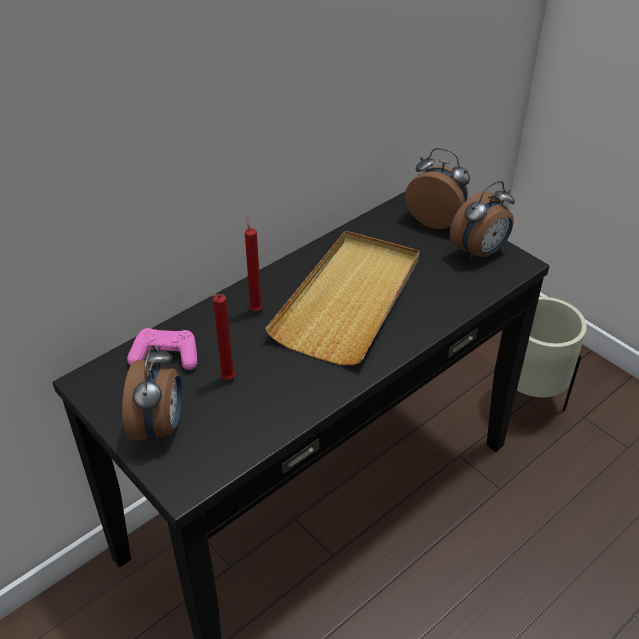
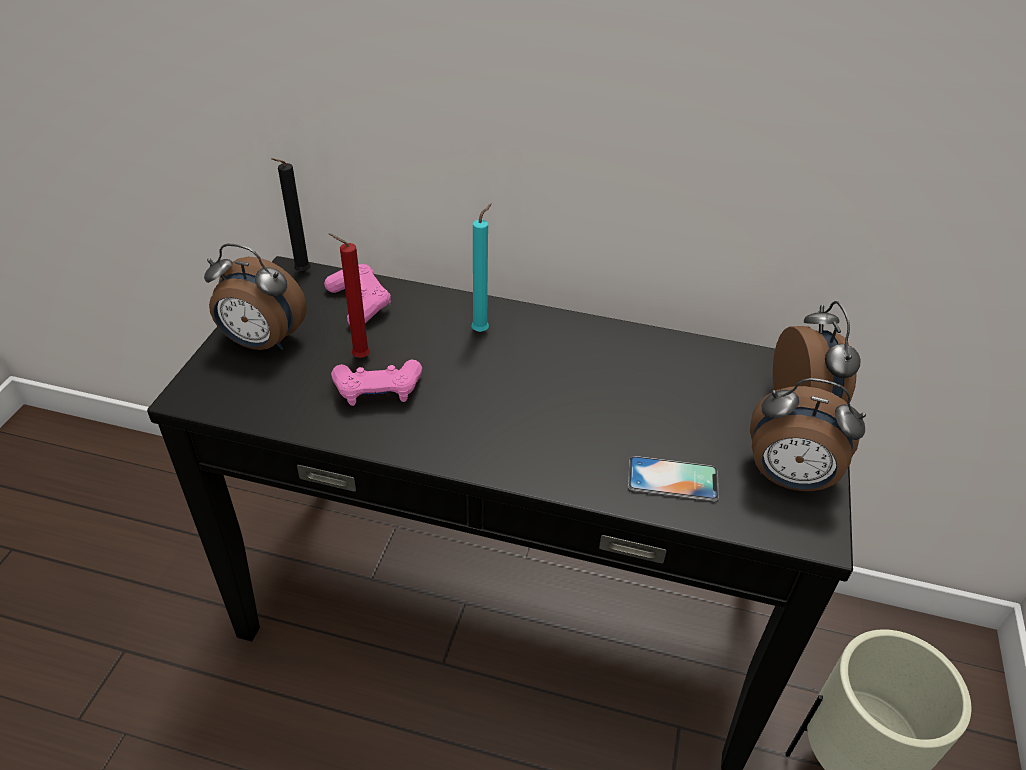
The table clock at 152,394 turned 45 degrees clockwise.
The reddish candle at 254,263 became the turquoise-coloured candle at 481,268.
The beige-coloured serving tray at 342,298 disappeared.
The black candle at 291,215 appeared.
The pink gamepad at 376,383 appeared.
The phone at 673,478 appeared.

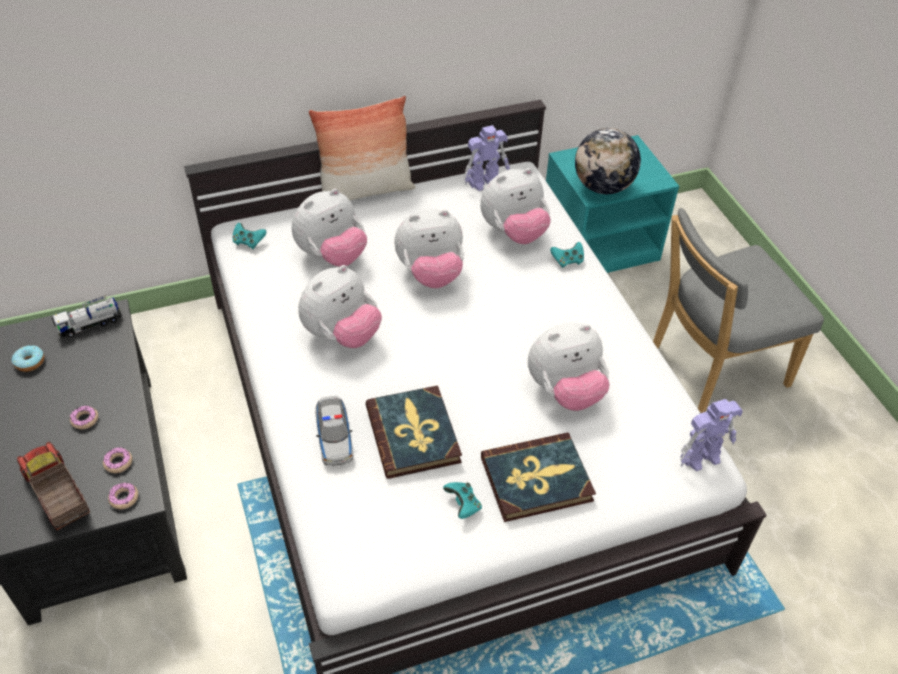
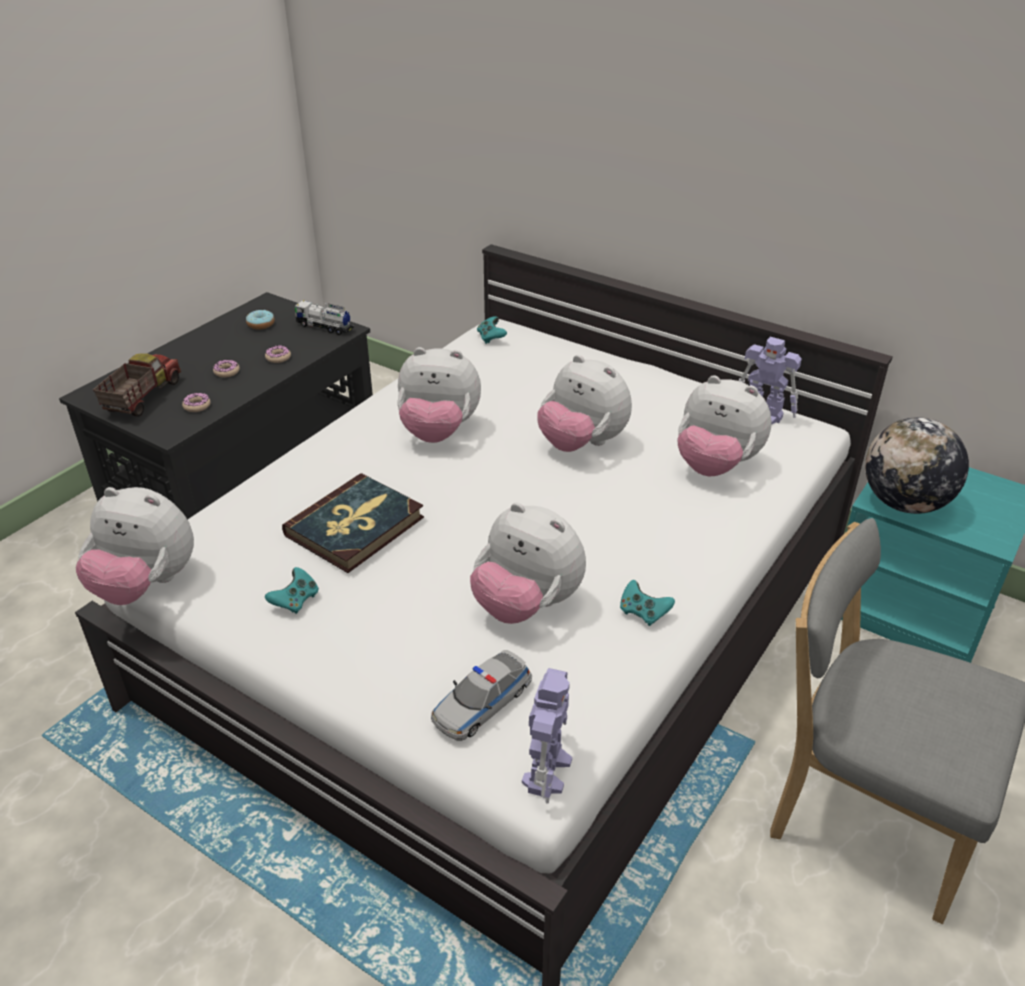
The doughnut moved from 123,496 to 278,354.
The soft toy moved from 329,227 to 135,546.
The cushion at 362,148 disappeared.
The miniature car moved from 334,431 to 481,695.
The volume at 538,477 disappeared.
The turquoise-coloured gamepad moved from 567,255 to 647,603.
The model robot at 711,435 turned 105 degrees counterclockwise.

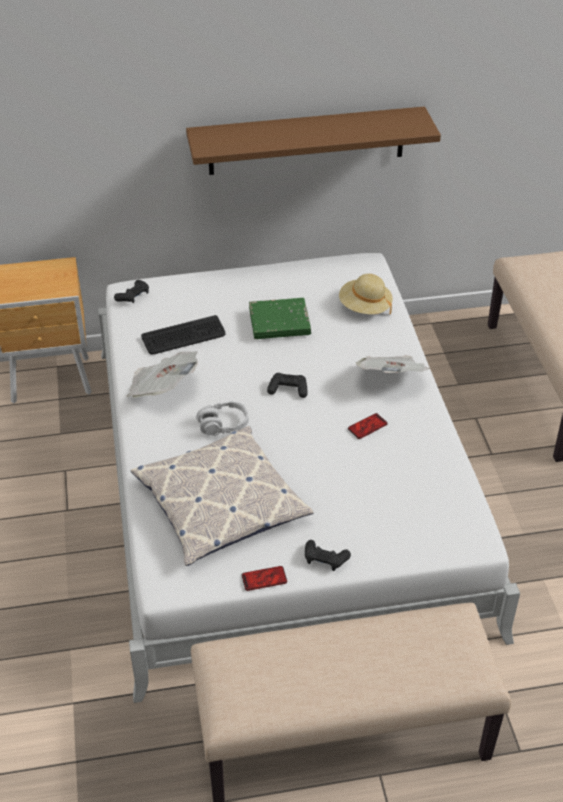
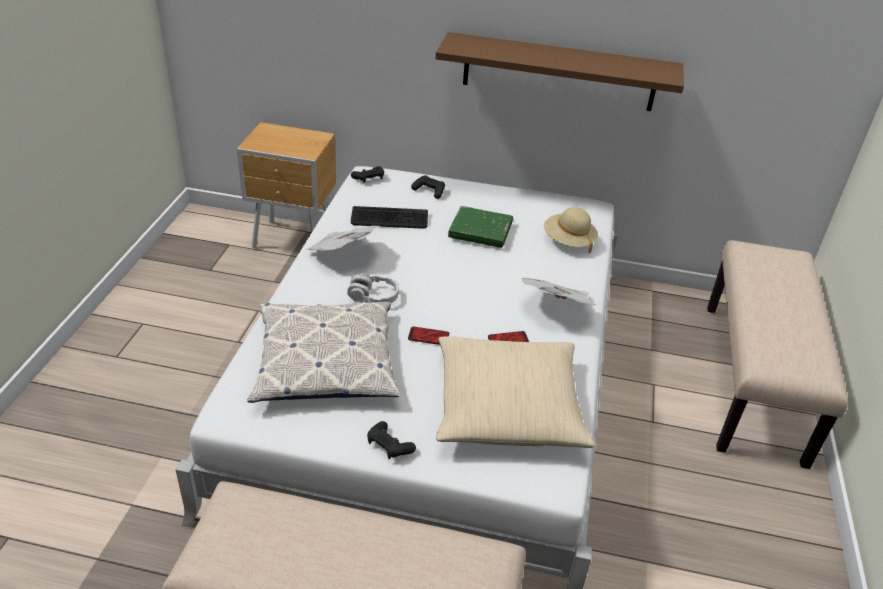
The phone moved from 264,578 to 428,335.
The black gamepad moved from 287,385 to 428,187.
The beige-coloured cushion at 515,392 appeared.

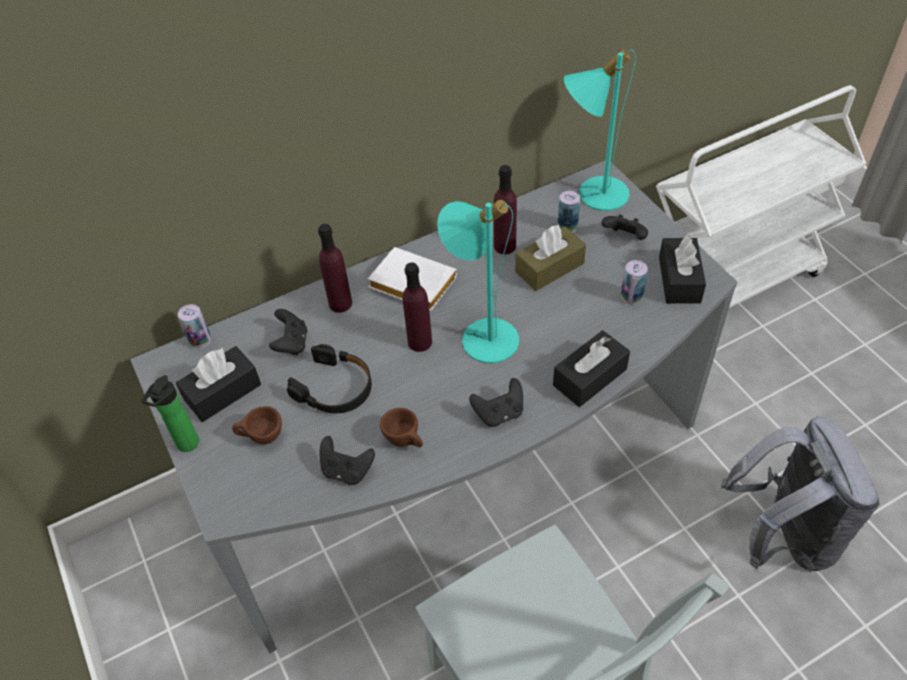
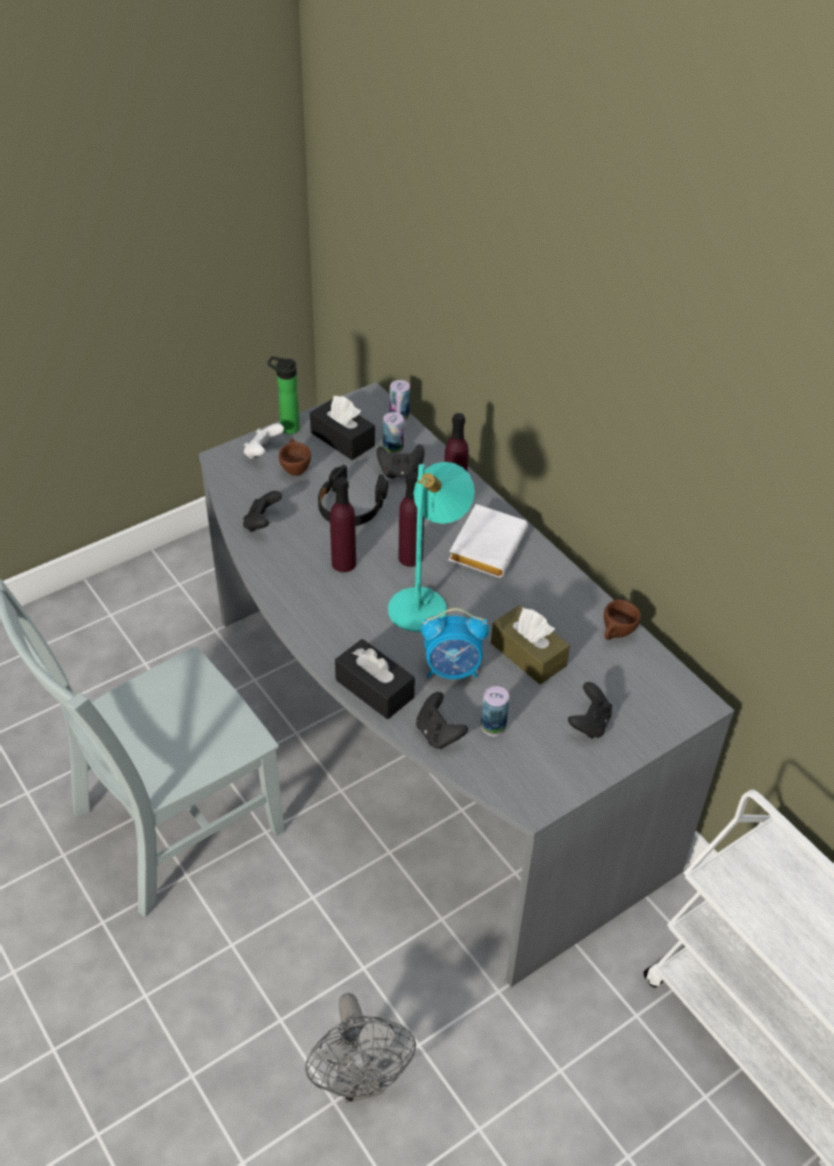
The brown-coloured drinking cup moved from 401,427 to 622,620.
The black gamepad moved from 496,402 to 442,720.
The purple-coloured bottle moved from 505,209 to 343,524.
The sealed can moved from 568,212 to 393,433.
The turquoise-coloured table lamp at 600,130 disappeared.
The black tissue holder at 682,269 disappeared.
The greyish backpack at 800,494 was replaced by the greyish cooling fan at 360,1048.
The white gamepad at 264,441 appeared.
The table clock at 455,643 appeared.

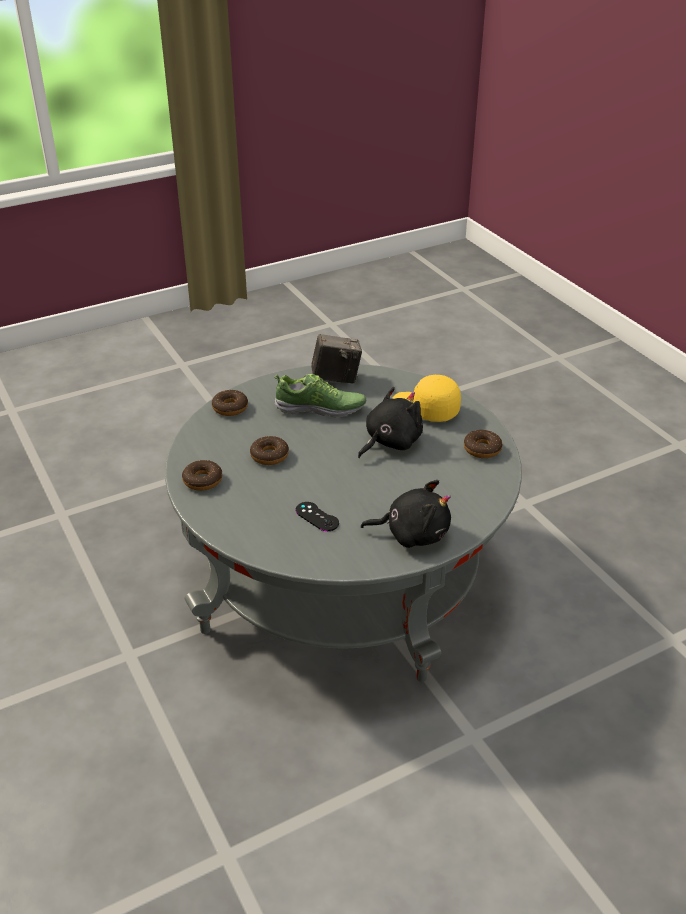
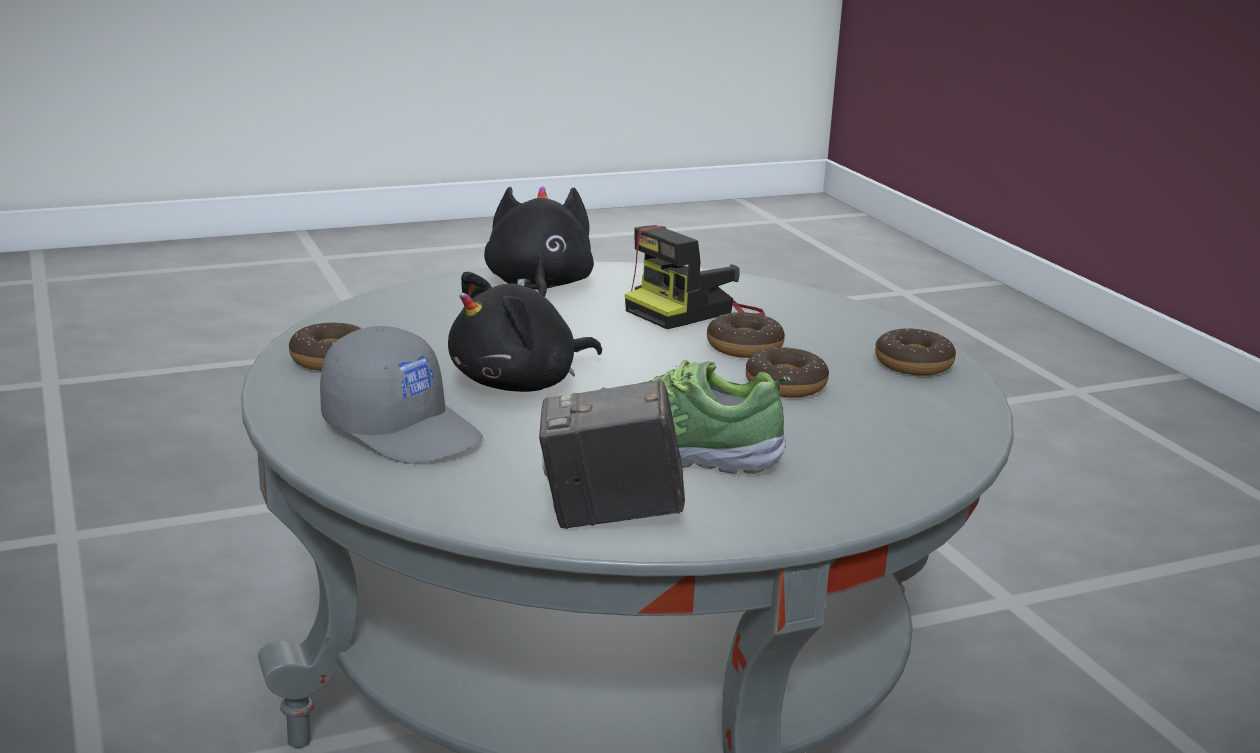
The doughnut moved from 230,403 to 746,335.
The black gamepad at 317,516 was replaced by the photo camera at 695,277.
The black soft toy at 406,514 turned 75 degrees clockwise.
The yellowish cap at 426,398 became the greyish cap at 401,395.

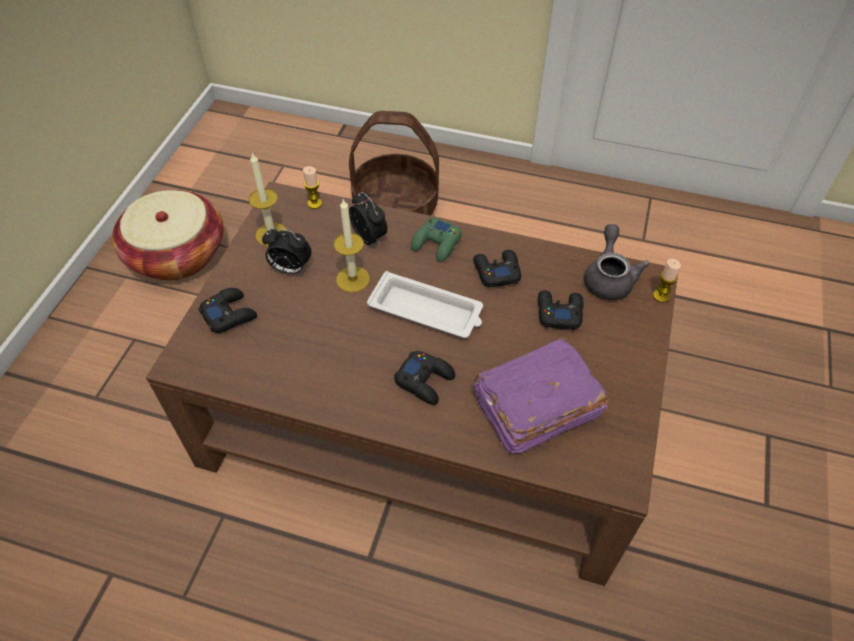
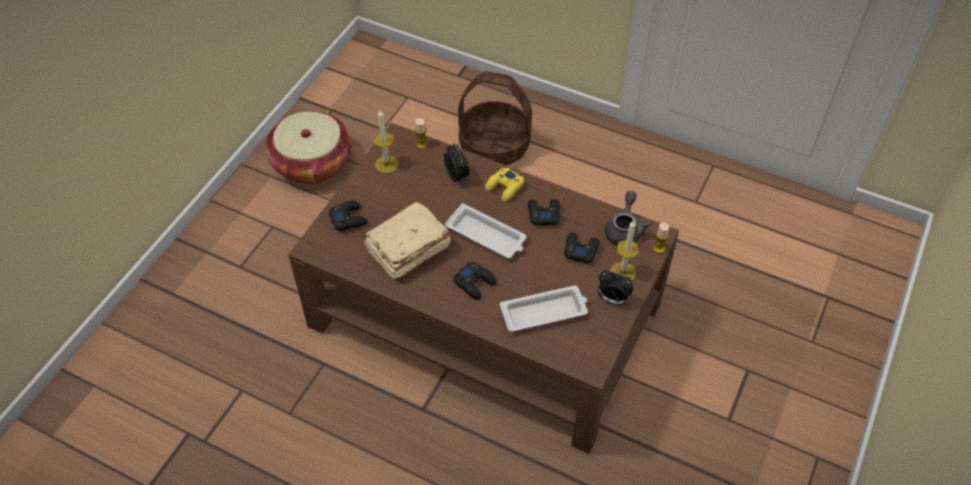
The table clock moved from 287,251 to 615,287.
The candle moved from 352,245 to 625,250.
The green-coloured gamepad at 436,239 became the yellowish gamepad at 504,184.
The purple-coloured volume at 540,395 was replaced by the white serving tray at 544,309.
The beige-coloured volume at 407,240 appeared.

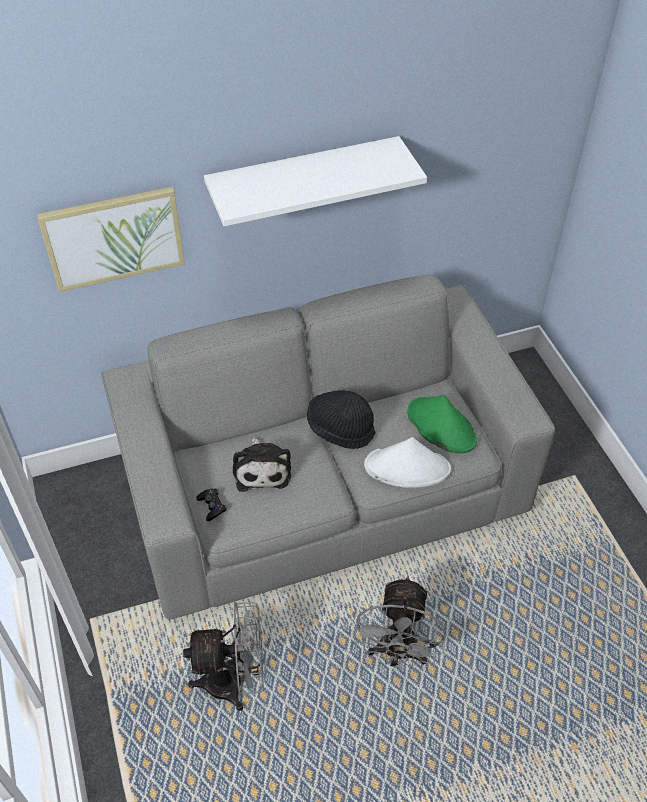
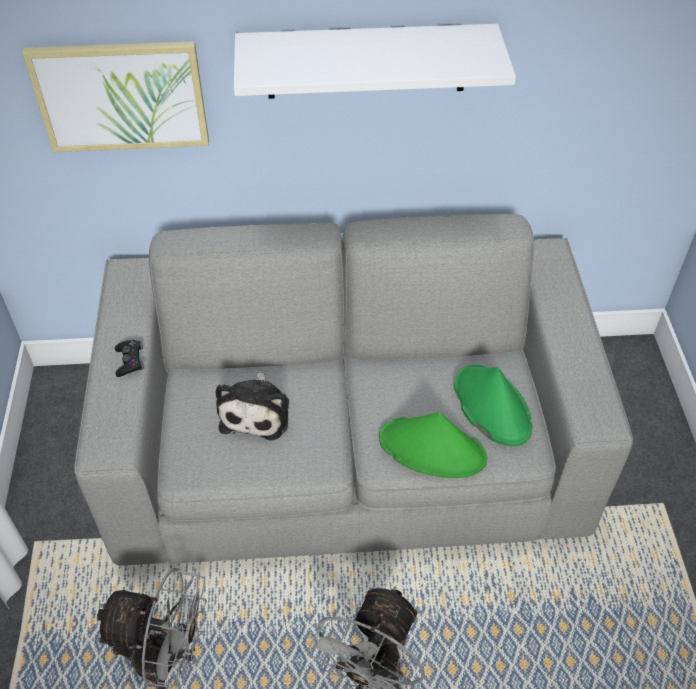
The black gamepad moved from 211,504 to 129,358.
The black clothing hat at 341,419 disappeared.
The white clothing hat at 407,462 became the green-coloured clothing hat at 433,445.

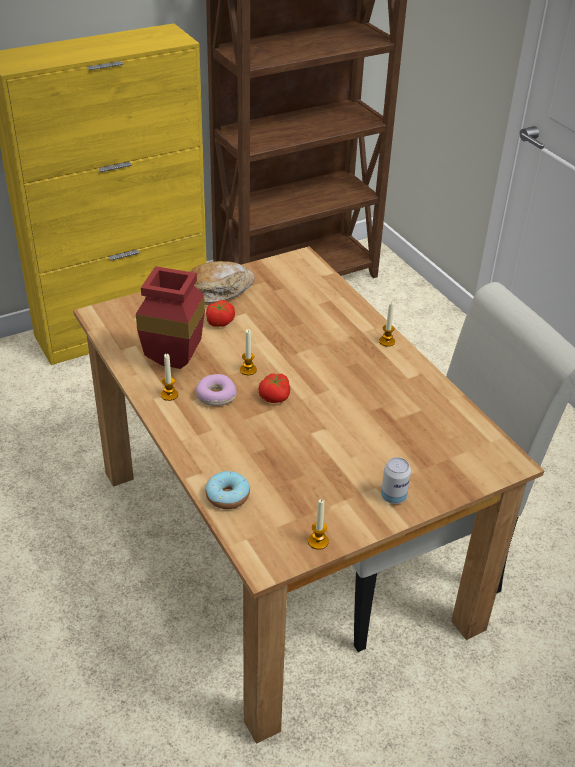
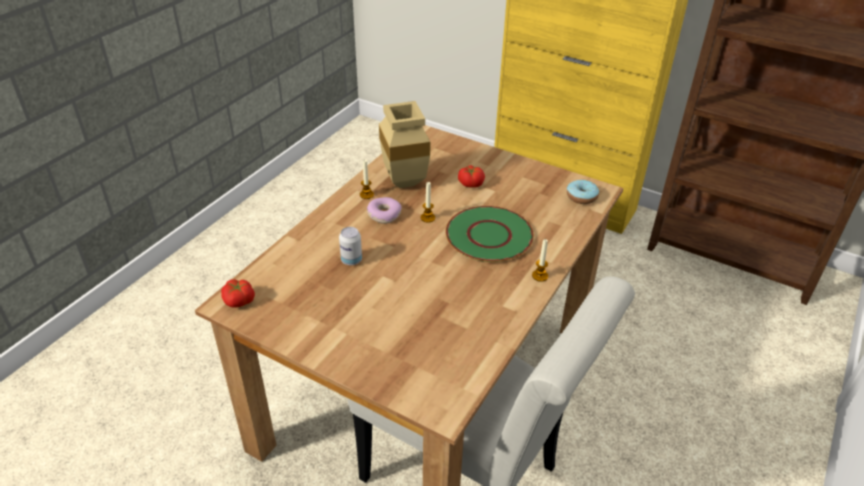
The reddish decorative vase at 170,317 became the beige-coloured decorative vase at 404,144.
The bakery bread at 222,283 disappeared.
The doughnut moved from 228,490 to 583,191.
The whole tomato moved from 274,388 to 238,293.
The candle at 318,524 disappeared.
The sealed can moved from 396,480 to 350,246.
The green-coloured dinner plate at 490,234 appeared.

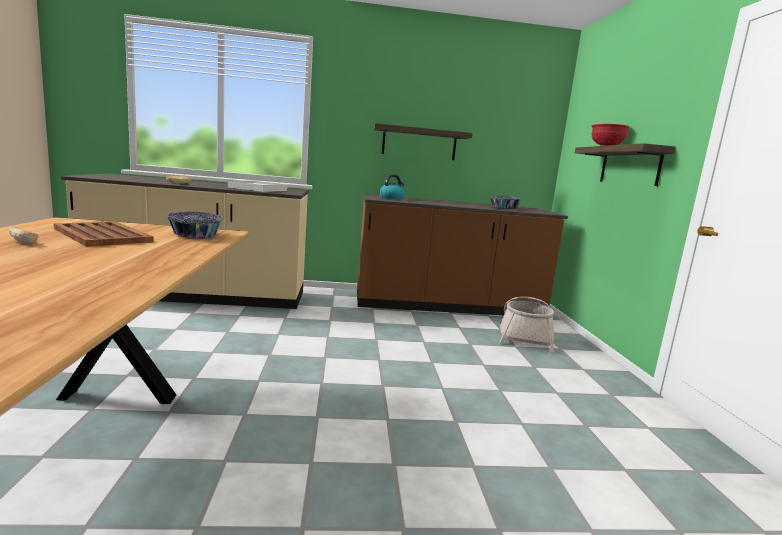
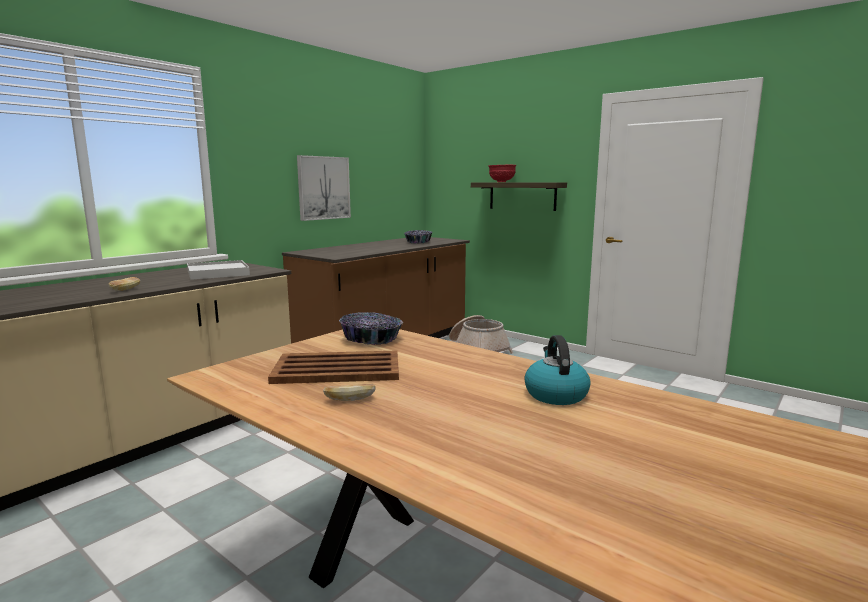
The shelf at 423,141 was replaced by the wall picture at 324,188.
The tea kettle moved from 392,186 to 557,370.

